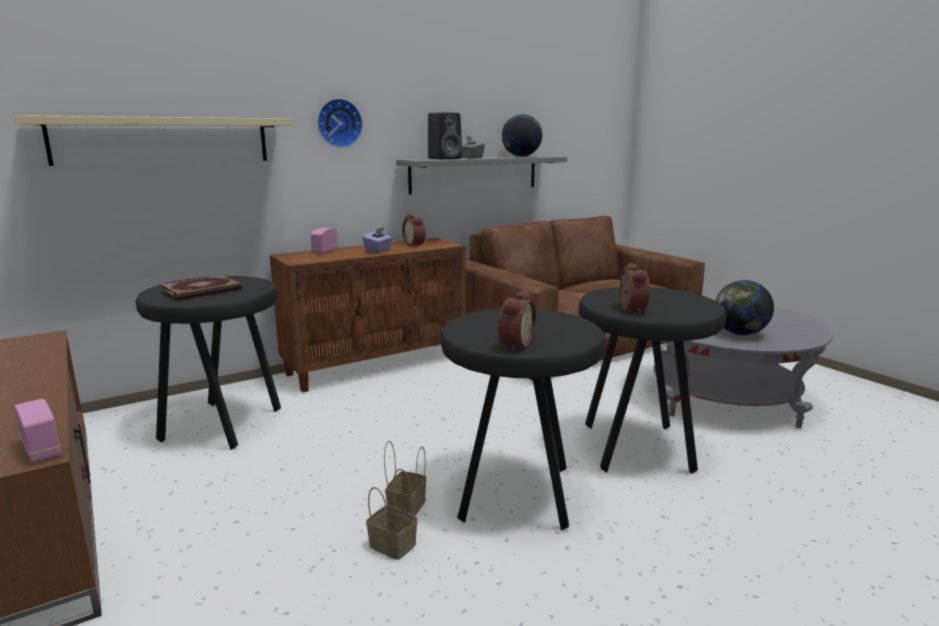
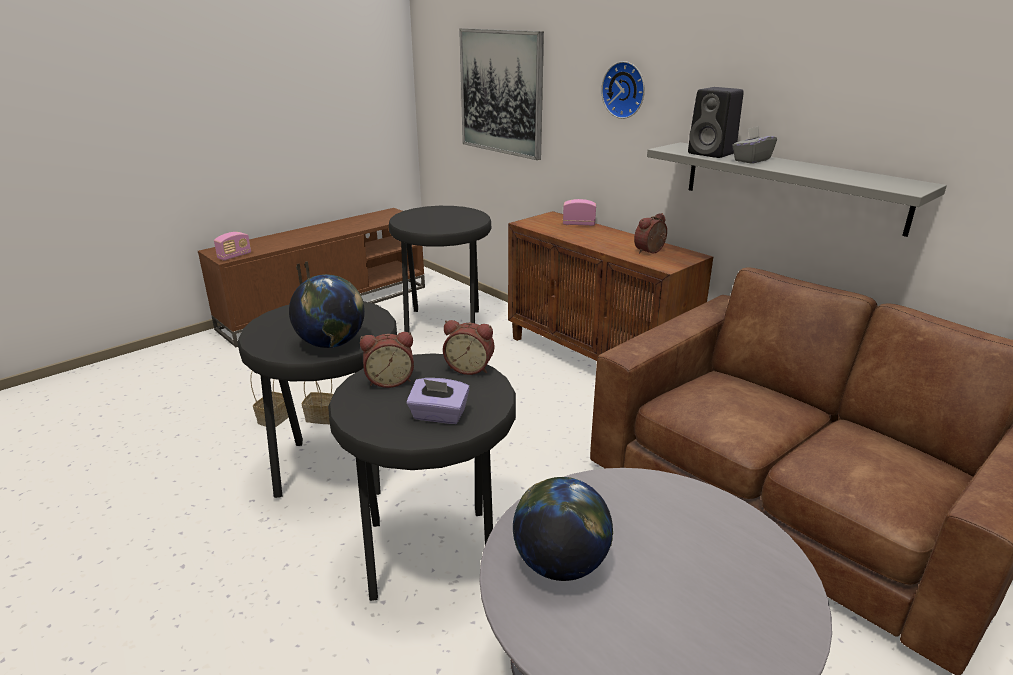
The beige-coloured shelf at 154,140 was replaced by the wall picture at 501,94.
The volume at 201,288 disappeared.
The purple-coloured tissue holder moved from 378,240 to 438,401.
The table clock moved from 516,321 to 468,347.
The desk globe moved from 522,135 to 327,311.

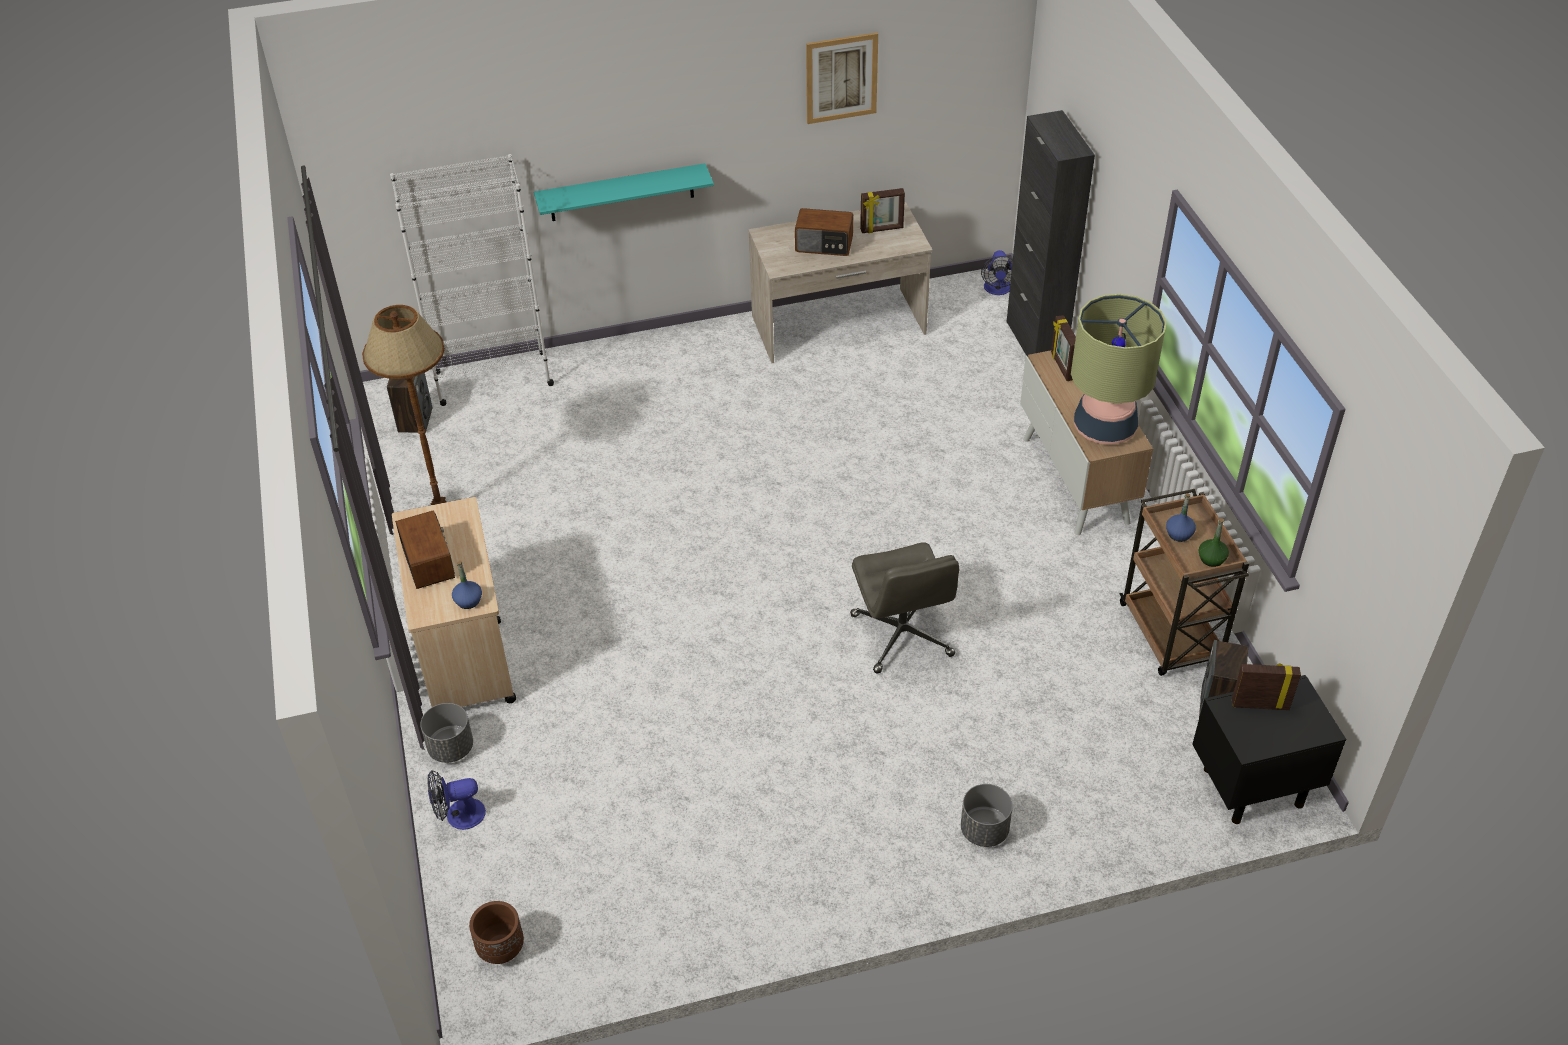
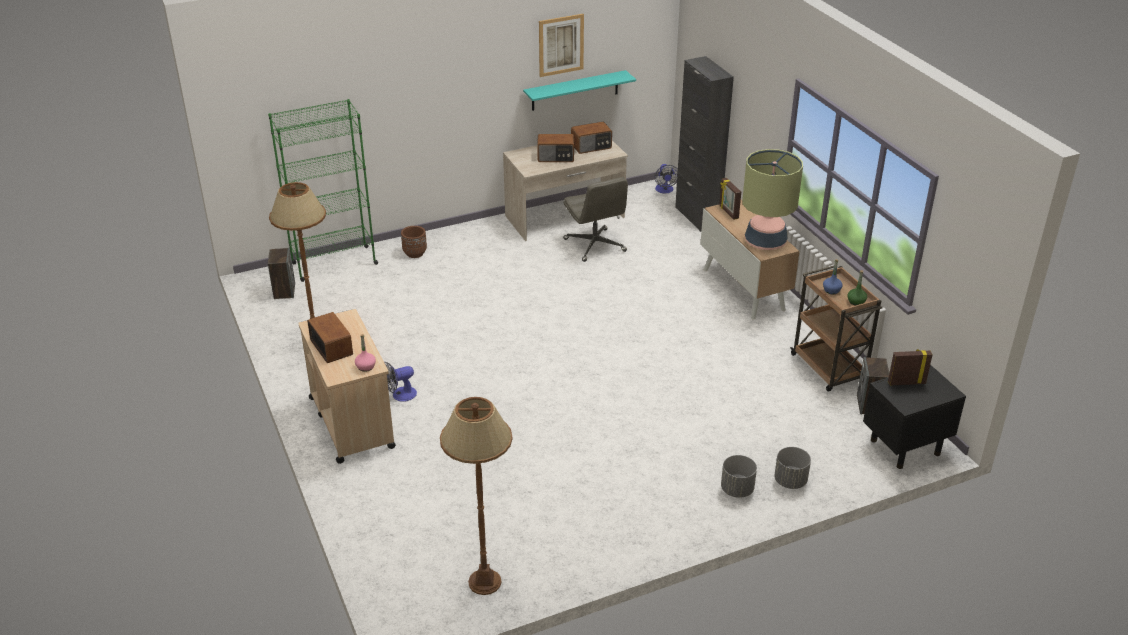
The white bookcase at 472,280 became the green-coloured bookcase at 323,190.
The greyish planter moved from 446,733 to 792,468.
The cooling fan moved from 456,800 to 400,382.
The blue bottle at 467,585 became the pink bottle at 365,353.
The brown-coloured planter moved from 496,932 to 414,242.
The turquoise-coloured shelf moved from 624,192 to 579,90.
The greyish desk chair moved from 904,608 to 595,219.
The standing frame at 882,210 was replaced by the radio receiver at 591,138.
The brown-coloured floor lamp at 476,496 appeared.

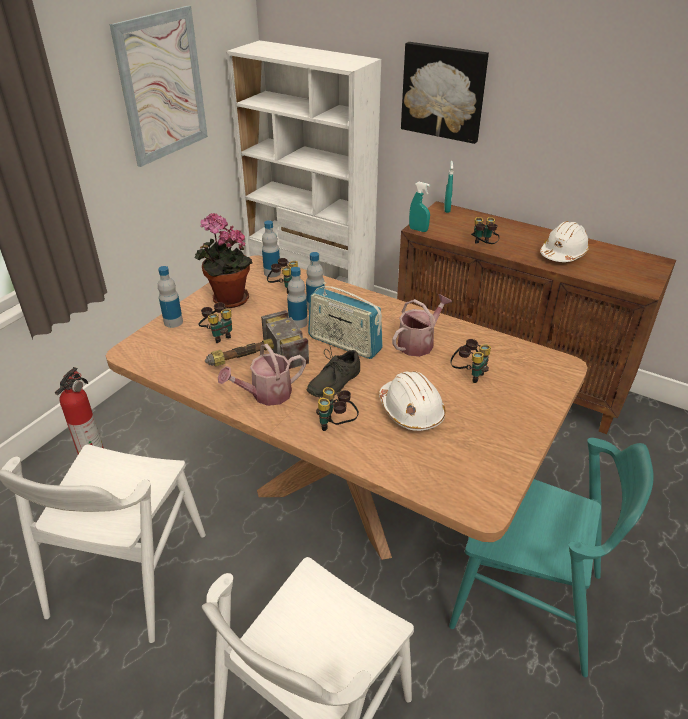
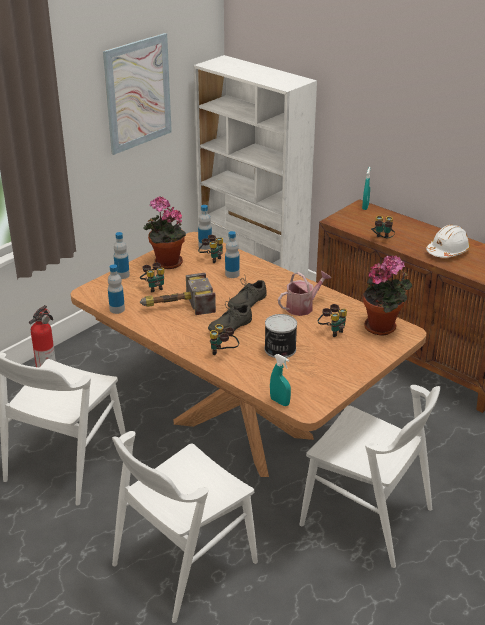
The watering can at 262,375 disappeared.
The bottle moved from 297,297 to 116,289.
The radio receiver at 345,320 was replaced by the greyish low shoe at 247,292.
The white work helmet at 412,401 was replaced by the sealed can at 281,336.
The wall picture at 445,93 disappeared.
The turquoise-coloured hand sprayer moved from 419,207 to 280,380.
The turquoise-coloured chair at 551,557 became the white chair at 370,476.
The plant in a pot at 387,296 appeared.

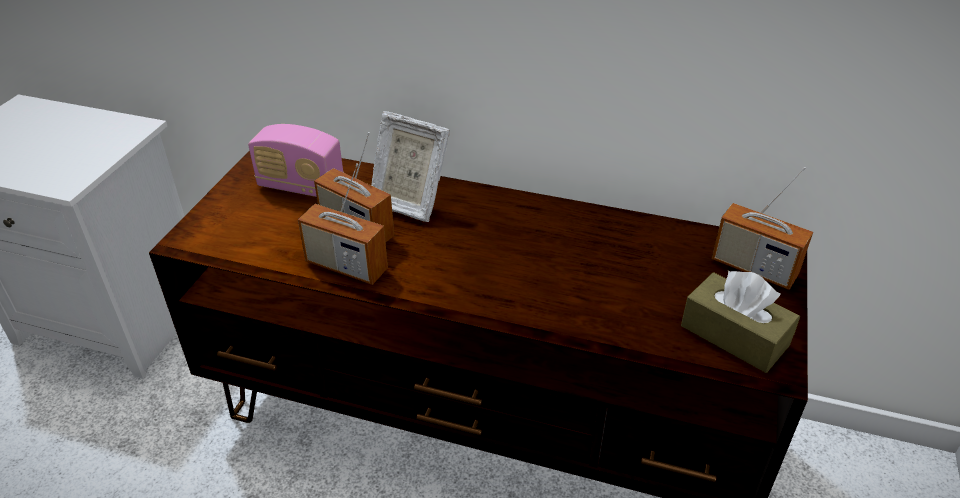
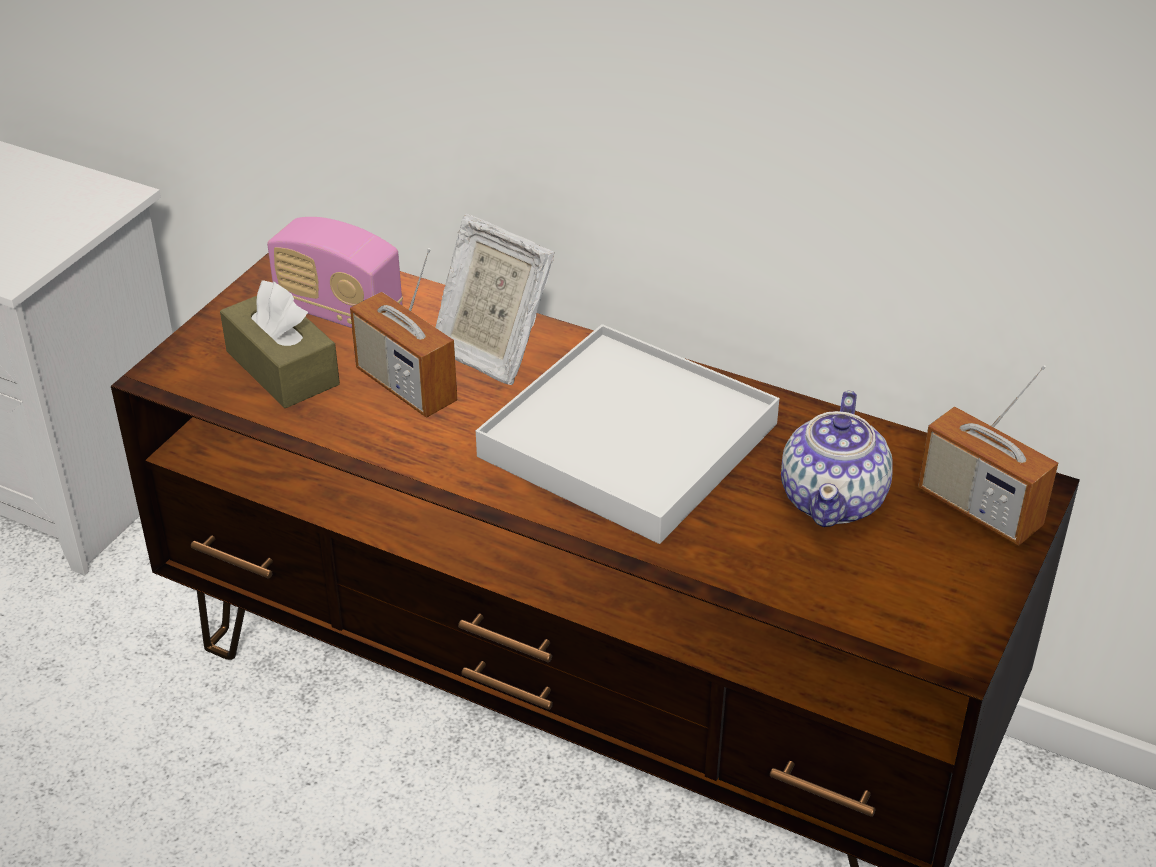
The radio receiver at 343,224 disappeared.
The brown-coloured tissue holder moved from 740,321 to 280,344.
The white serving tray at 628,434 appeared.
The pot for tea at 837,458 appeared.

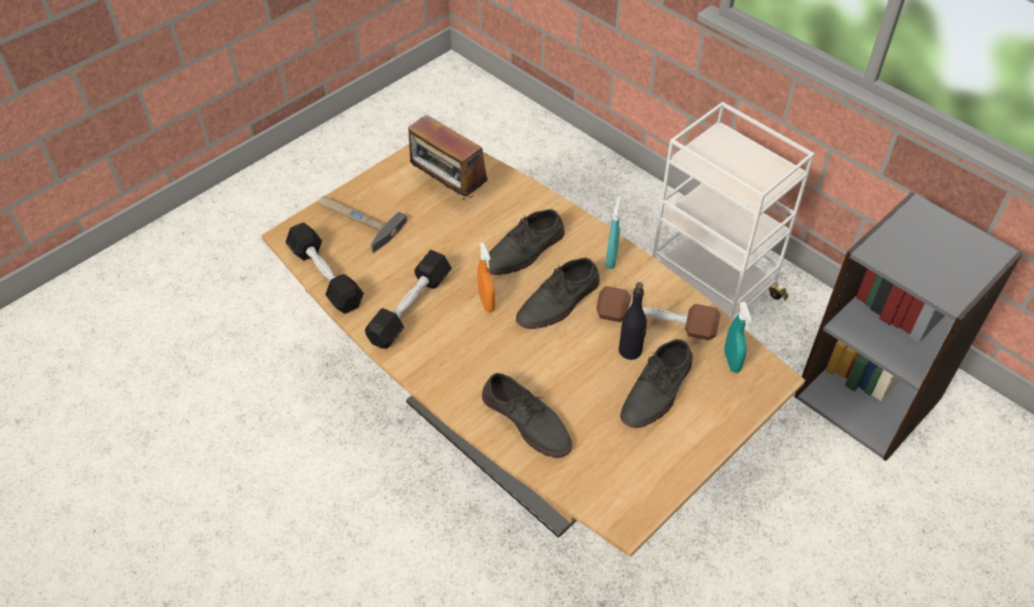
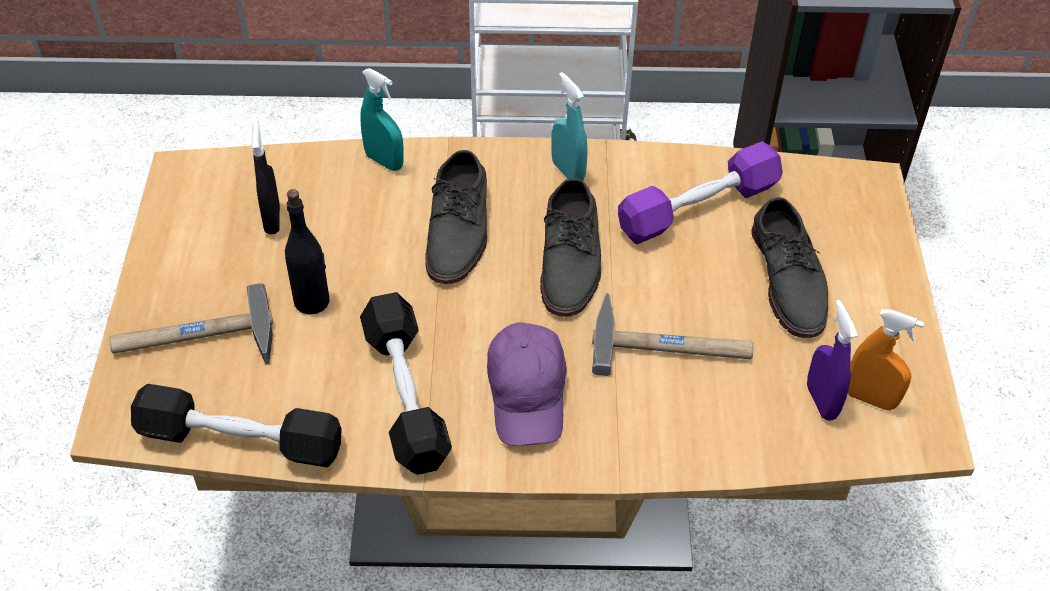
The radio receiver at 448,157 was replaced by the black hand sprayer at 266,175.
The orangey hand sprayer moved from 486,277 to 886,360.
The greyish low shoe at 527,415 disappeared.
The brown-coloured hand weight at 658,313 became the purple-coloured hand weight at 700,192.
The black bottle moved from 633,321 to 307,252.
The turquoise-coloured hand sprayer moved from 738,337 to 382,119.
The purple-coloured cap at 527,384 appeared.
The hand hammer at 672,334 appeared.
The purple-coloured hand sprayer at 832,360 appeared.

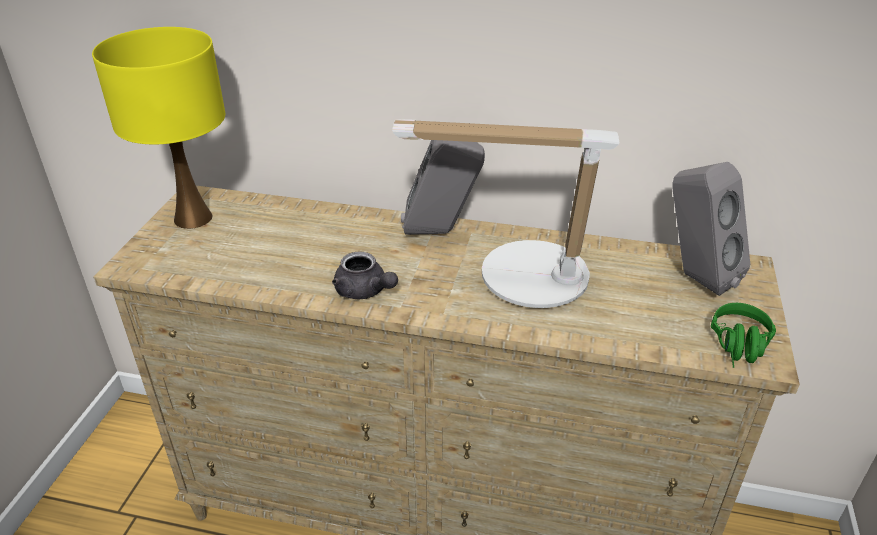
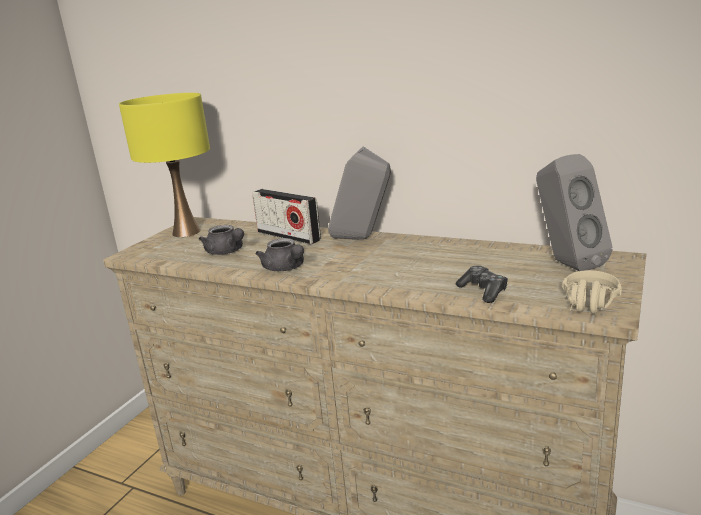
The table lamp at 505,213 disappeared.
The green-coloured pair of headphones at 743,335 became the beige-coloured pair of headphones at 592,292.
The greyish pot for tea at 221,240 appeared.
The radio receiver at 286,216 appeared.
The gamepad at 482,284 appeared.

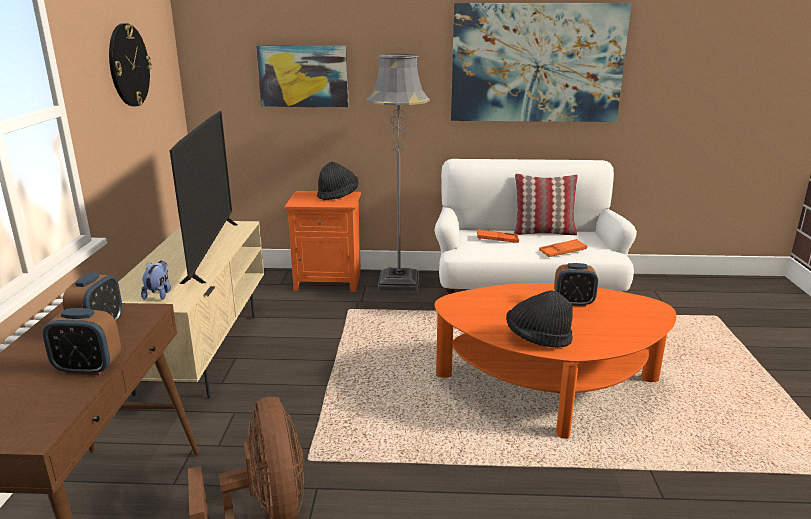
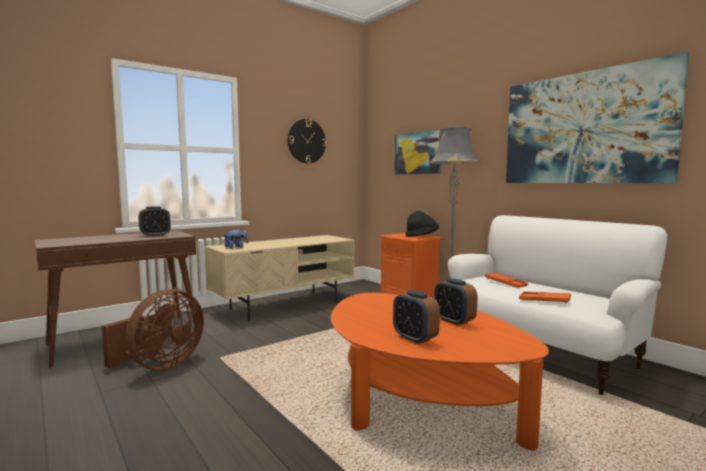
The table clock moved from 81,341 to 416,317.
The TV set at 204,197 disappeared.
The black clothing hat at 539,319 disappeared.
The cushion at 545,204 disappeared.

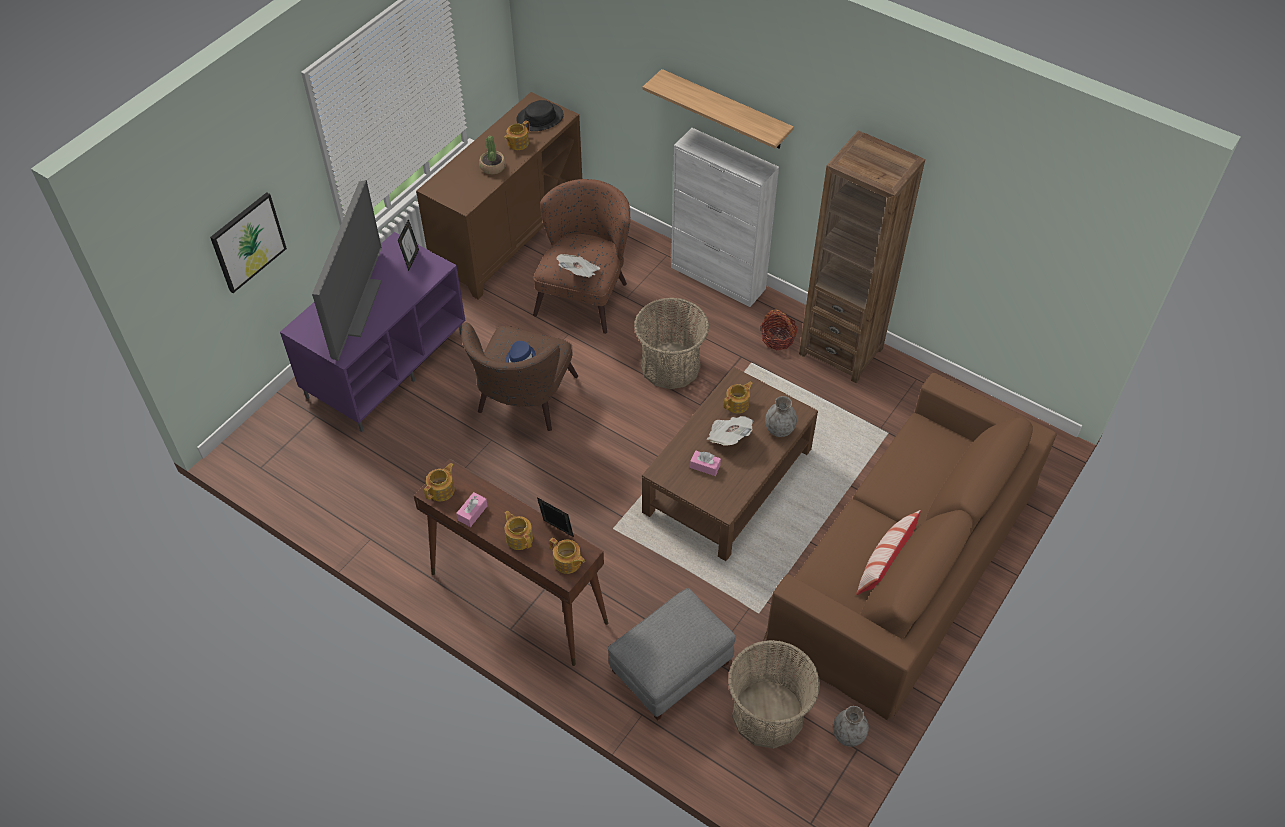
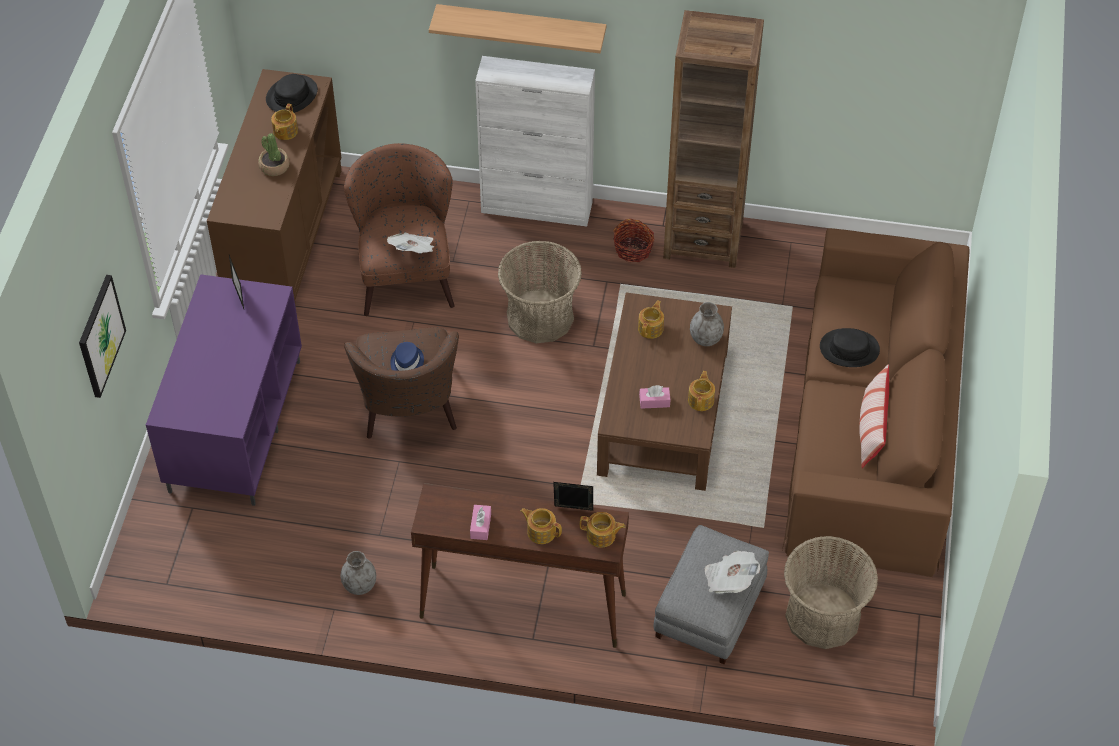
The TV set at 347,270 disappeared.
The pot for tea moved from 439,482 to 701,391.
The newspaper moved from 730,431 to 732,572.
The greyish decorative vase moved from 851,726 to 358,573.
The black clothing hat at 850,347 appeared.

